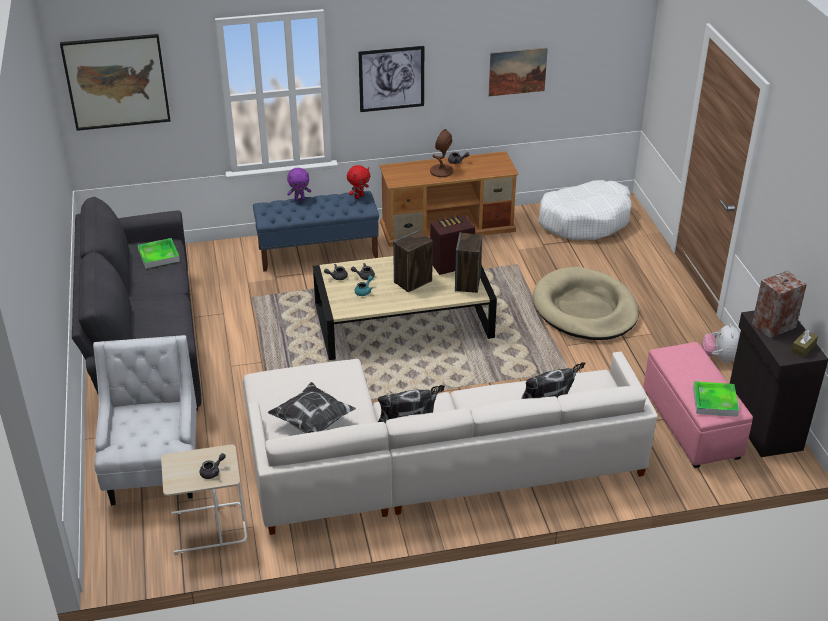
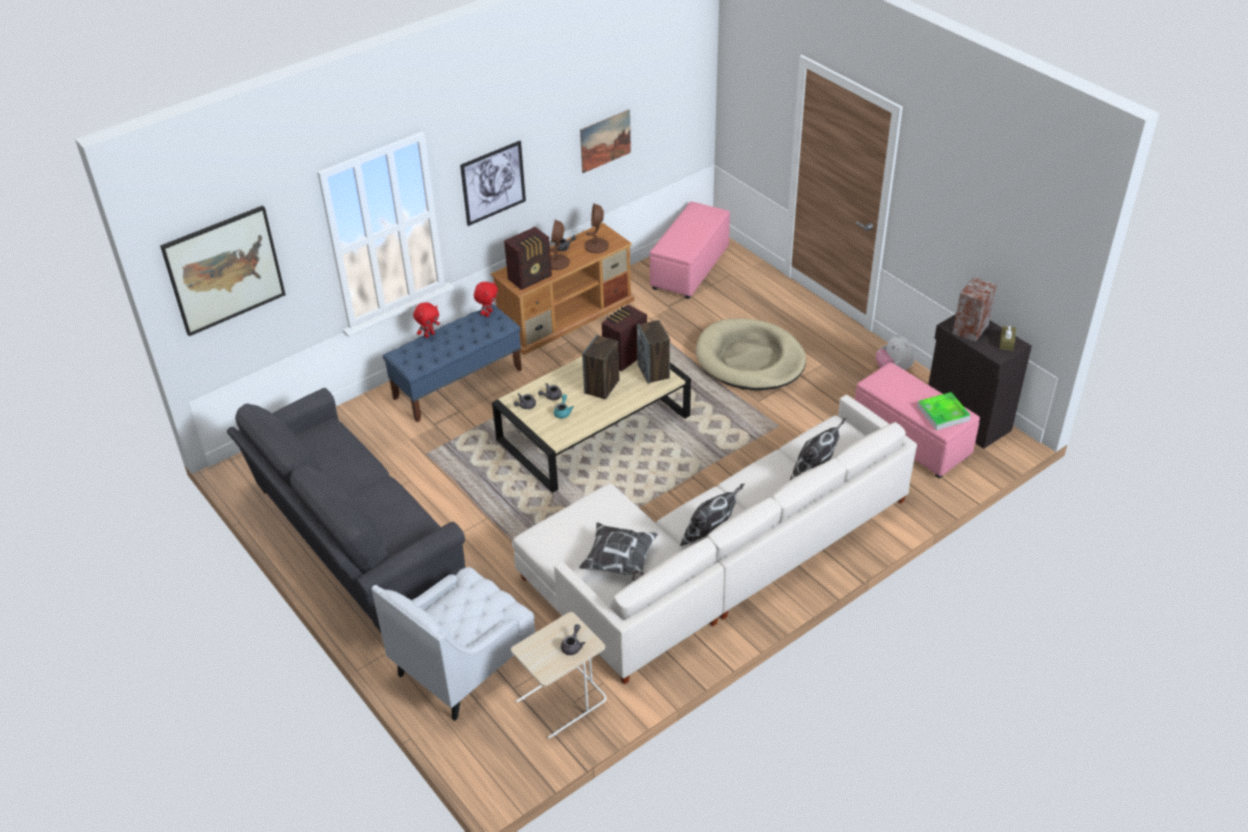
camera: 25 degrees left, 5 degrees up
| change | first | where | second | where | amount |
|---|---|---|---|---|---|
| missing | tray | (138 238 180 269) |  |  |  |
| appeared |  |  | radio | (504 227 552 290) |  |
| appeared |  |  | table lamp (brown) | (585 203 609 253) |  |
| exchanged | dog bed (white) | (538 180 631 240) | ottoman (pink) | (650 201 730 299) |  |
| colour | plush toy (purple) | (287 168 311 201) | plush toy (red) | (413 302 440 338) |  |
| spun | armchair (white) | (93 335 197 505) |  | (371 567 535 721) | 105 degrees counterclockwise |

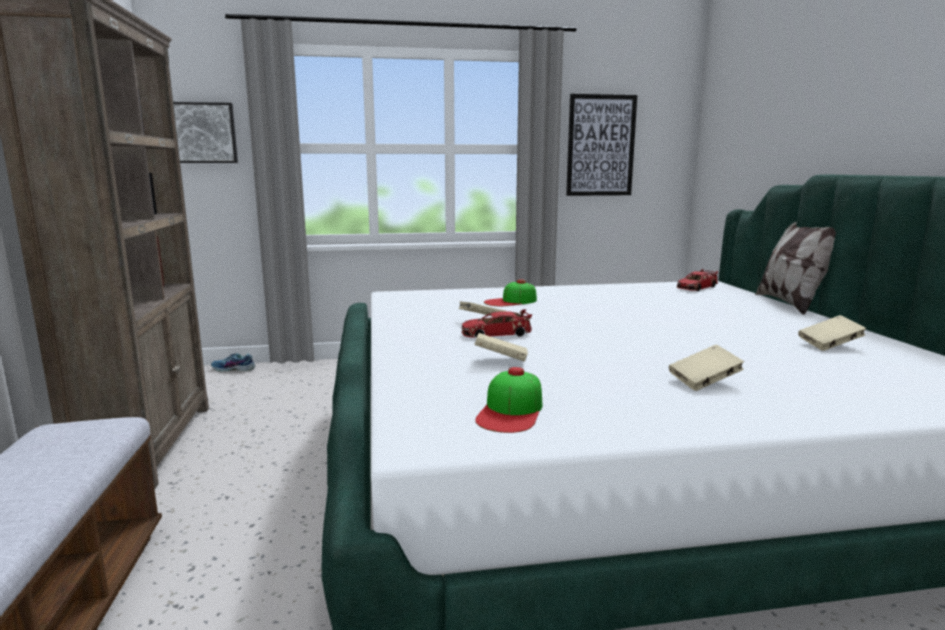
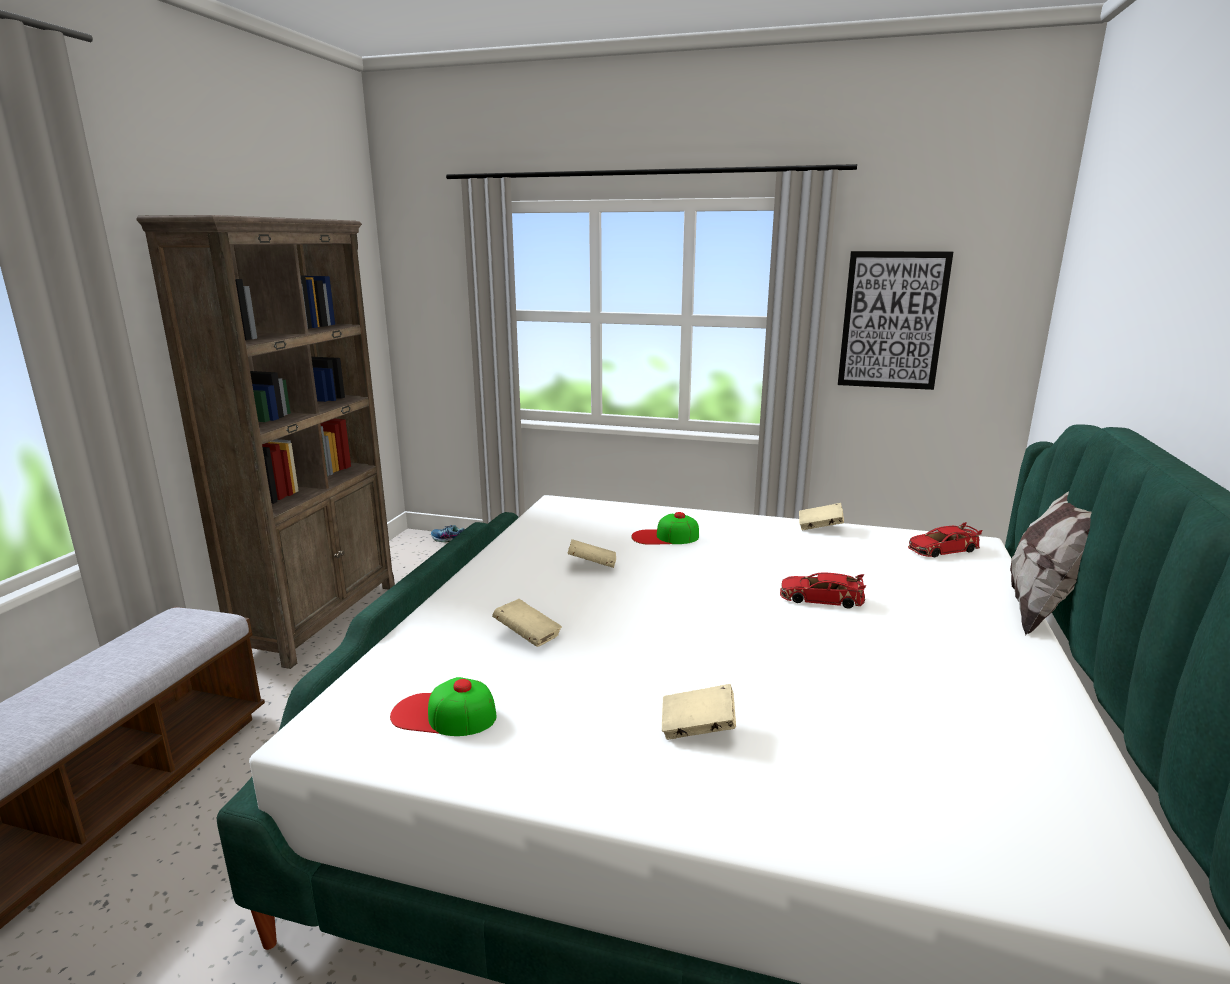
camera: 25 degrees right, 5 degrees up
| change | first | where | second | where | amount |
|---|---|---|---|---|---|
| missing | picture | (173 102 238 163) |  |  |  |
| relocated | toy car (red) | (461 309 532 338) |  | (780 572 866 609) |  |
| relocated | book (beige) | (798 315 866 351) |  | (799 503 844 530) |  |
| spun | cap | (475 367 543 433) |  | (390 677 497 736) | 60 degrees clockwise |

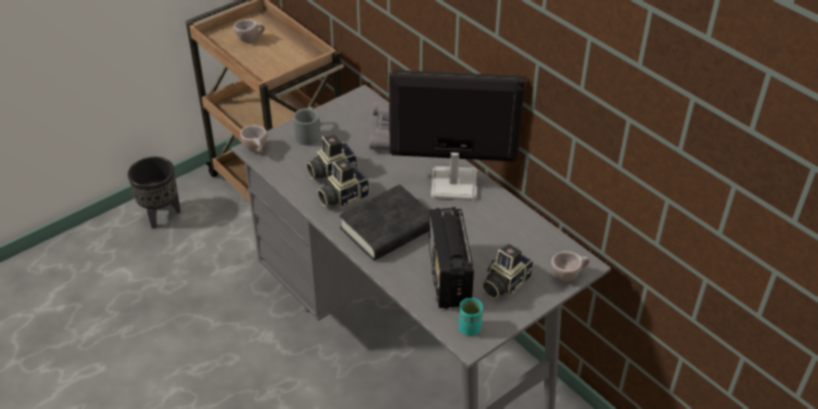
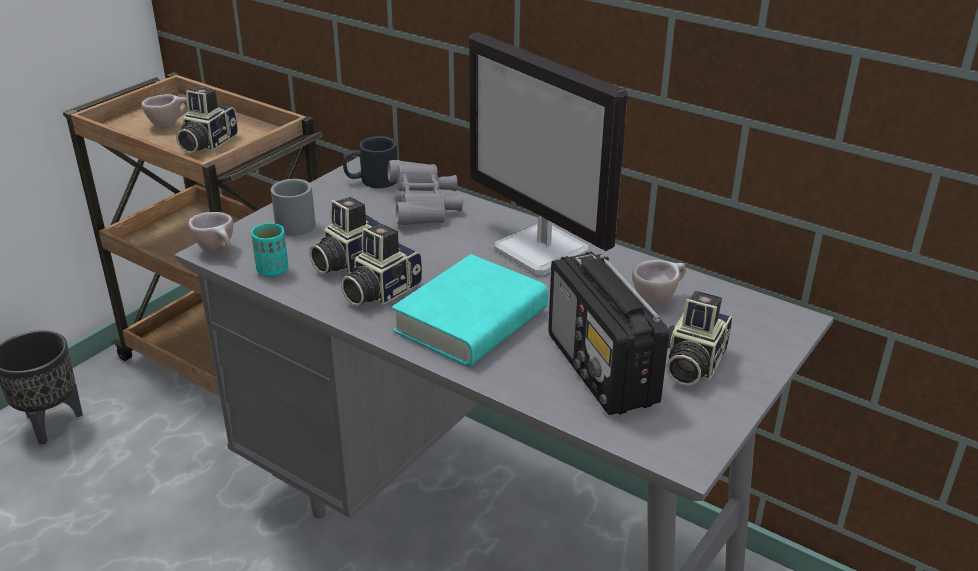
camera: 15 degrees left, 10 degrees down
| change | first | where | second | where | amount |
|---|---|---|---|---|---|
| appeared |  |  | photo camera | (176 87 238 153) |  |
| appeared |  |  | mug (black) | (343 136 398 188) |  |
| relocated | cup (turquoise) | (458 298 483 335) |  | (251 223 288 277) |  |
| relocated | cup (beige) | (551 251 590 282) |  | (632 260 686 306) |  |
| colour | book (black) | (339 184 430 261) | book (turquoise) | (392 254 548 367) |  |
| spun | monitor | (389 70 526 201) |  | (469 32 628 275) | 120 degrees counterclockwise |

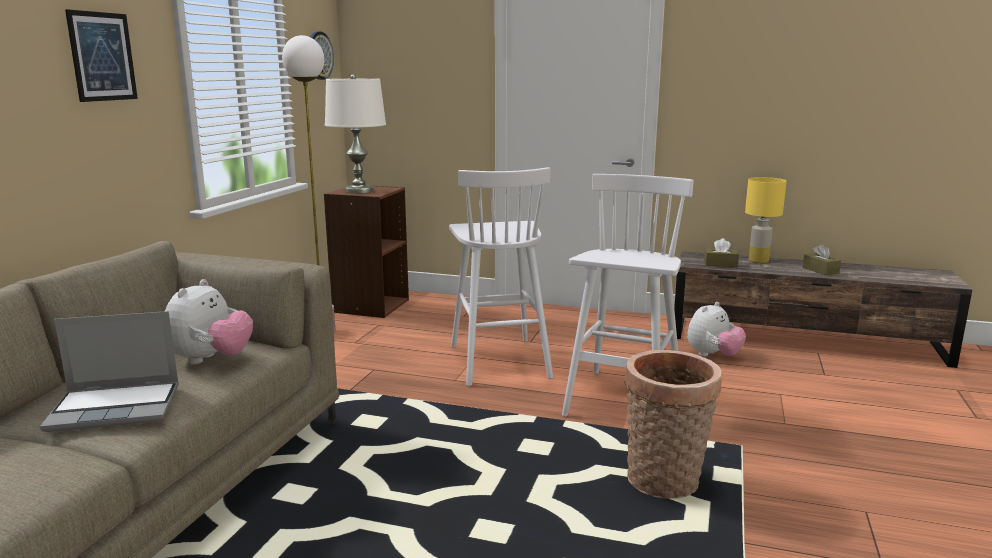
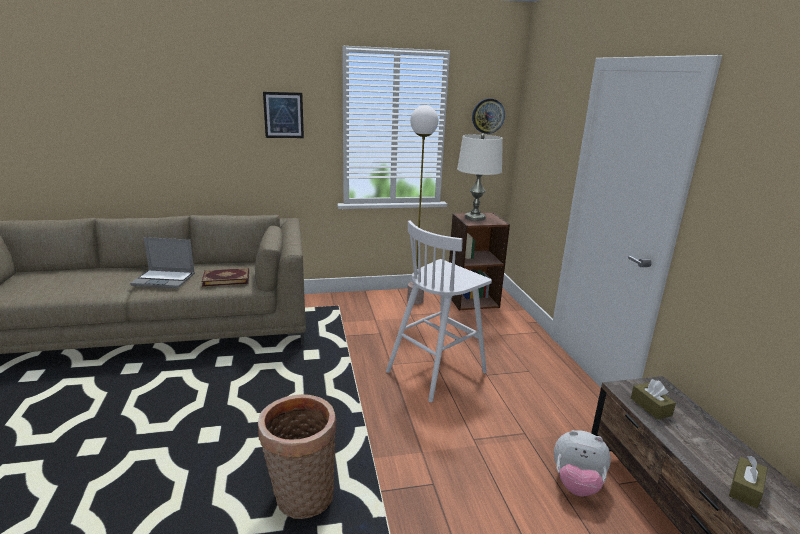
camera: 60 degrees right, 5 degrees up
| change | first | where | second | where | amount |
|---|---|---|---|---|---|
| missing | stool (white) | (562 174 694 417) |  |  |  |
| missing | table lamp (yellow) | (745 177 787 263) |  |  |  |
| exchanged | plush toy | (165 279 253 365) | book | (201 268 249 287) |  |
| spun | laptop | (40 311 179 432) |  | (130 237 195 288) | 45 degrees counterclockwise |

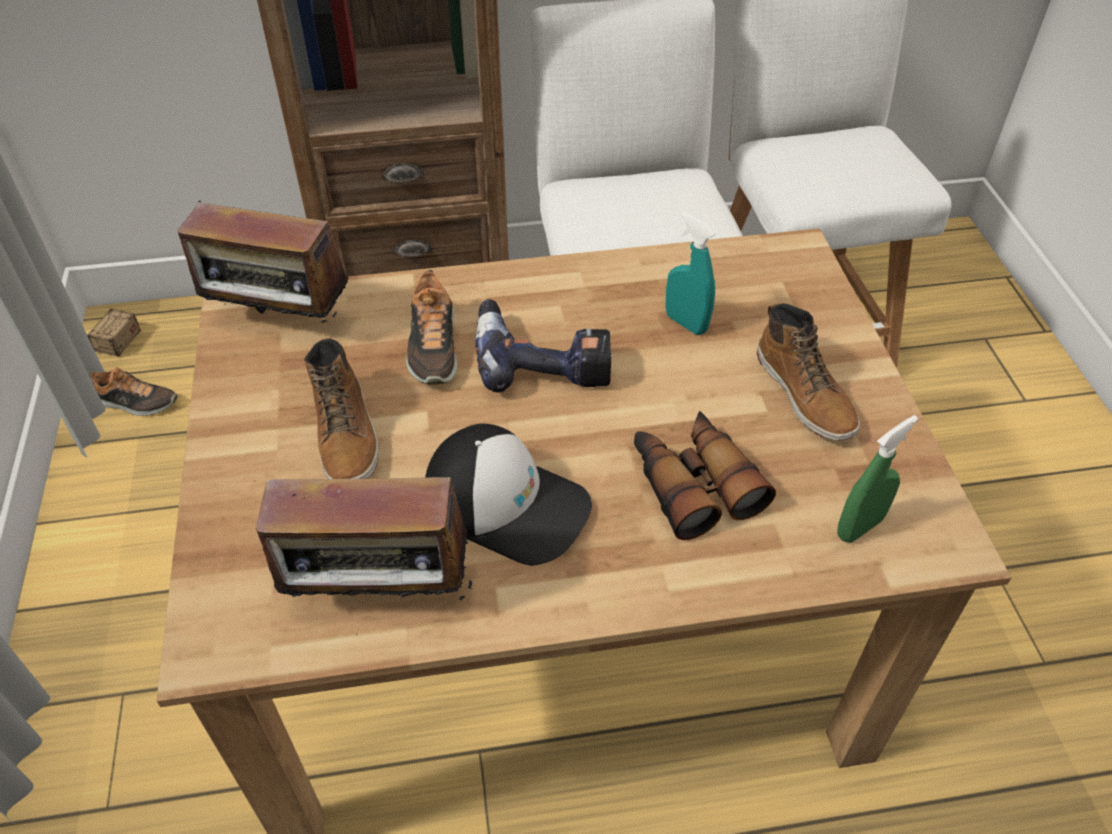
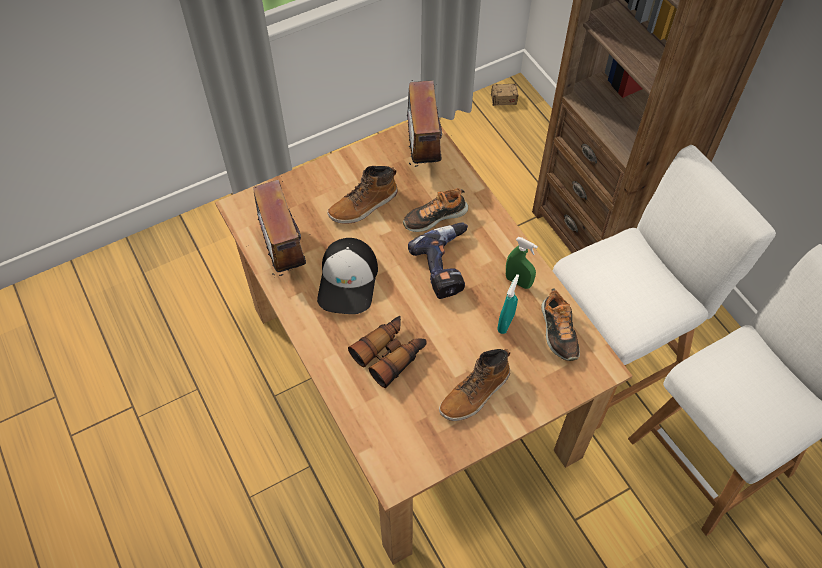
camera: 70 degrees right, 10 degrees up
| change | first | where | second | where | amount |
|---|---|---|---|---|---|
| relocated | shoe | (89 367 178 416) |  | (541 288 580 361) |  |
| relocated | spray bottle (green) | (837 415 918 543) |  | (506 237 538 289) |  |

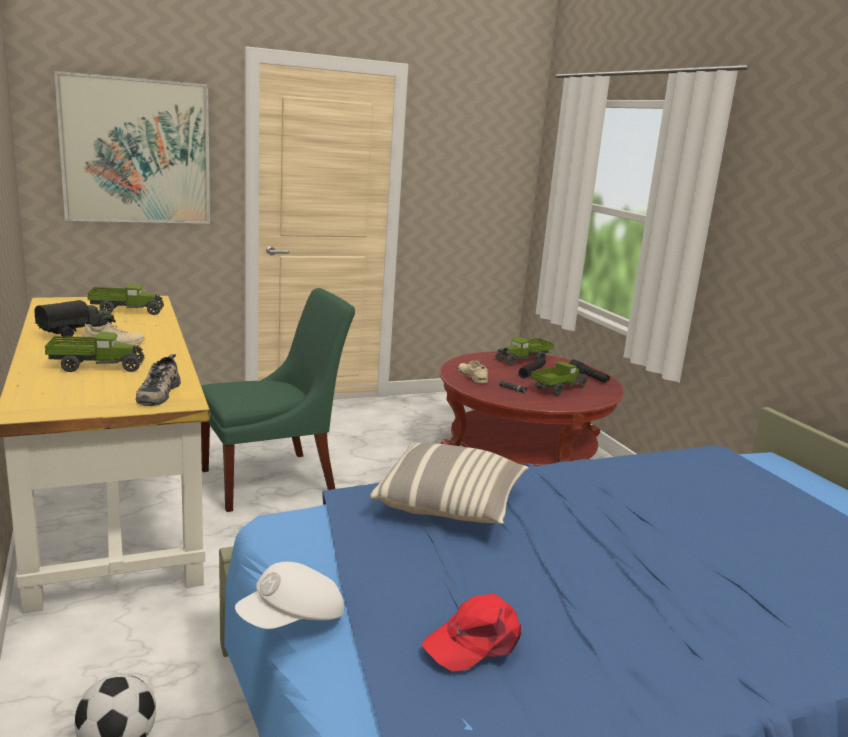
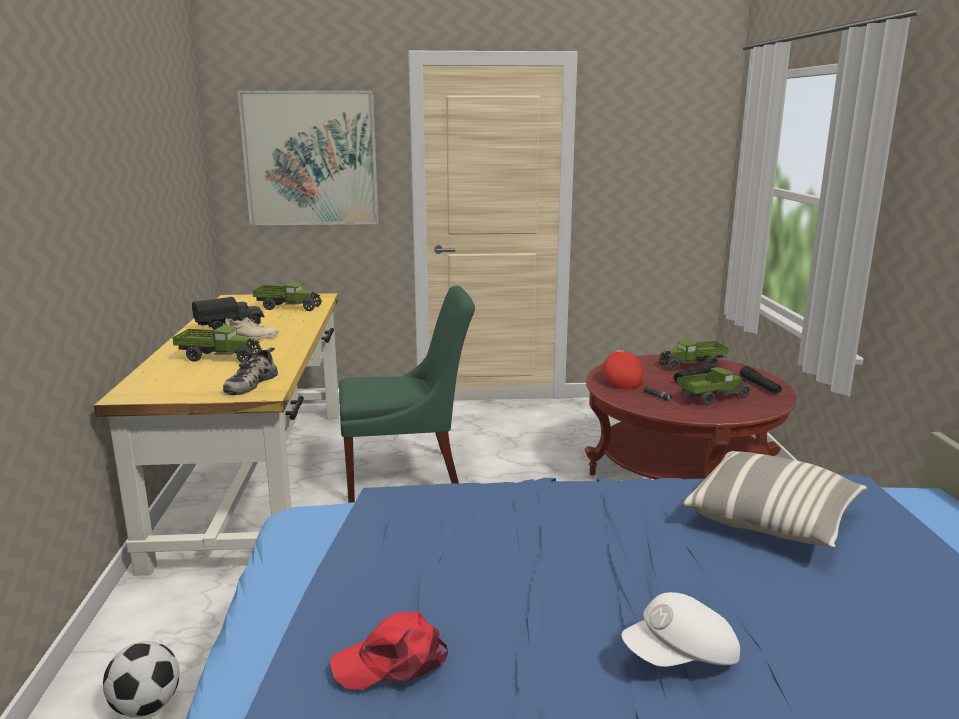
camera: 20 degrees right, 0 degrees up
| change | first | where | second | where | amount |
|---|---|---|---|---|---|
| relocated | cap (white) | (235 562 344 629) |  | (622 592 740 667) |  |
| relocated | pillow | (370 443 529 524) |  | (683 451 867 548) |  |
| exchanged | shoe (beige) | (458 360 488 383) | cap (red) | (603 350 644 389) |  |

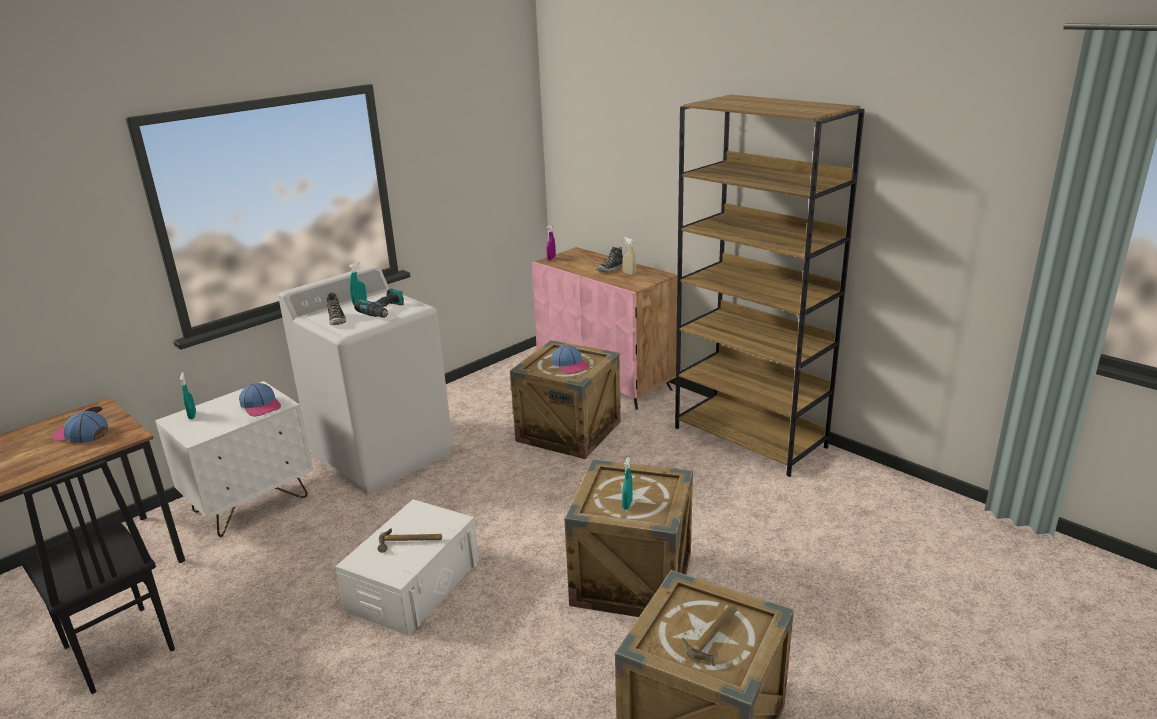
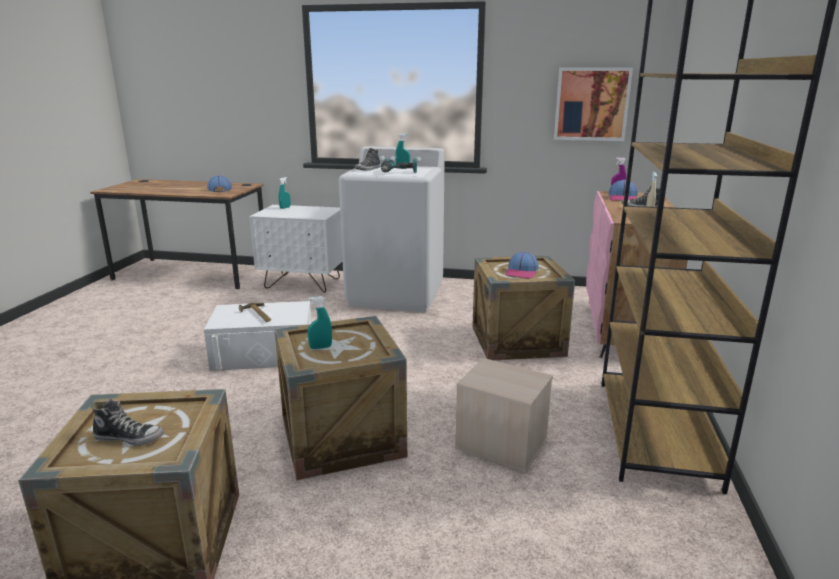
camera: 55 degrees right, 5 degrees down
| change | first | where | second | where | amount |
|---|---|---|---|---|---|
| missing | chair (black) | (21 460 175 694) |  |  |  |
| appeared |  |  | storage box (beige) | (455 358 553 472) |  |
| appeared |  |  | picture | (554 67 633 141) |  |
| relocated | cap | (239 383 281 417) |  | (608 179 638 200) |  |
| exchanged | hammer | (681 605 737 666) | shoe | (91 399 164 446) |  |

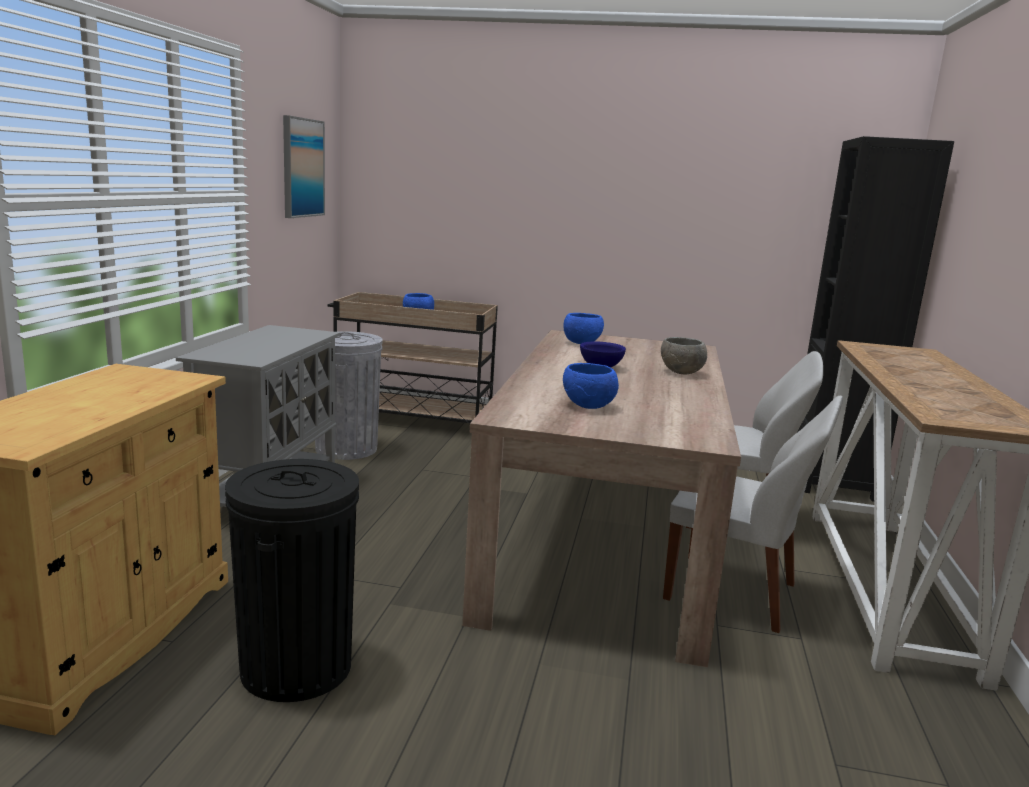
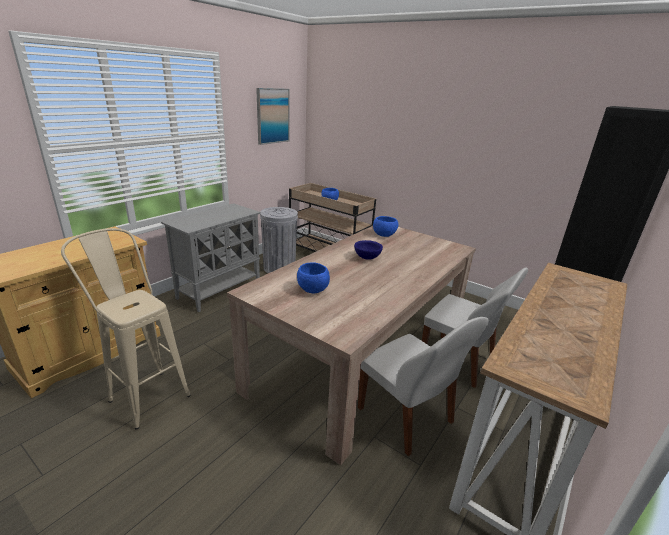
camera: 25 degrees right, 10 degrees up
| change | first | where | second | where | amount |
|---|---|---|---|---|---|
| missing | bowl (grey) | (661 337 707 374) |  |  |  |
| exchanged | trash can (black) | (225 459 359 702) | stool (beige) | (61 228 191 429) |  |

